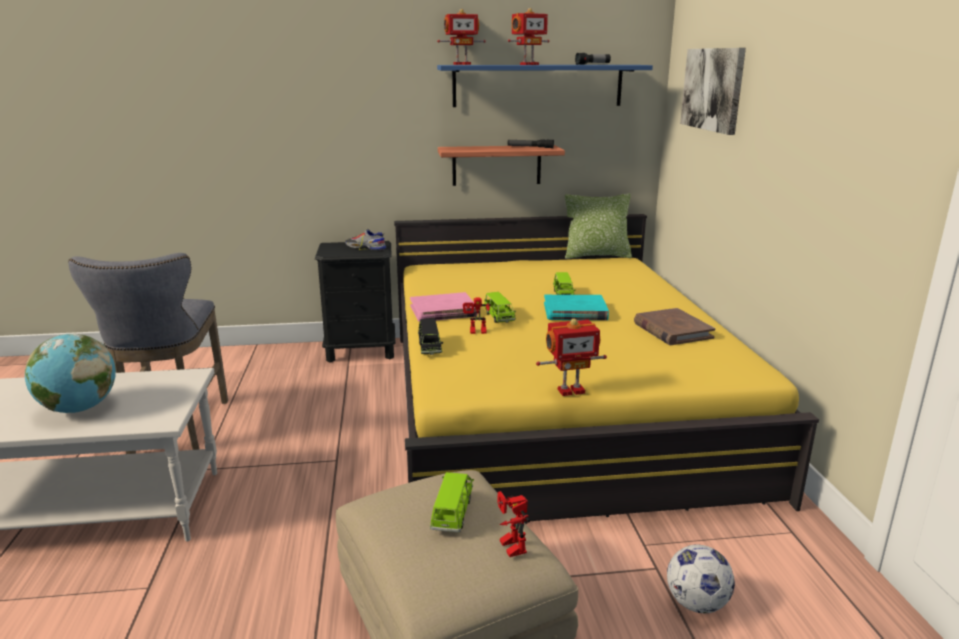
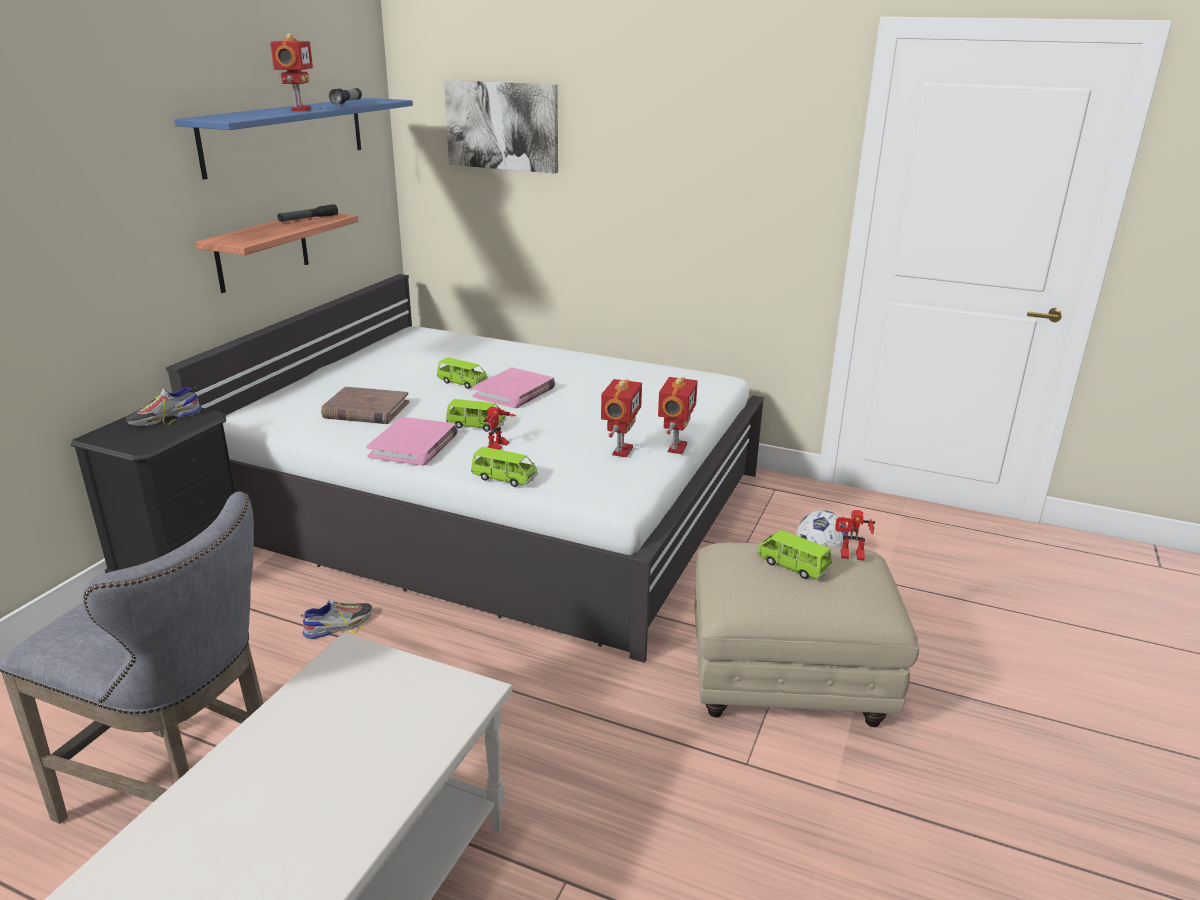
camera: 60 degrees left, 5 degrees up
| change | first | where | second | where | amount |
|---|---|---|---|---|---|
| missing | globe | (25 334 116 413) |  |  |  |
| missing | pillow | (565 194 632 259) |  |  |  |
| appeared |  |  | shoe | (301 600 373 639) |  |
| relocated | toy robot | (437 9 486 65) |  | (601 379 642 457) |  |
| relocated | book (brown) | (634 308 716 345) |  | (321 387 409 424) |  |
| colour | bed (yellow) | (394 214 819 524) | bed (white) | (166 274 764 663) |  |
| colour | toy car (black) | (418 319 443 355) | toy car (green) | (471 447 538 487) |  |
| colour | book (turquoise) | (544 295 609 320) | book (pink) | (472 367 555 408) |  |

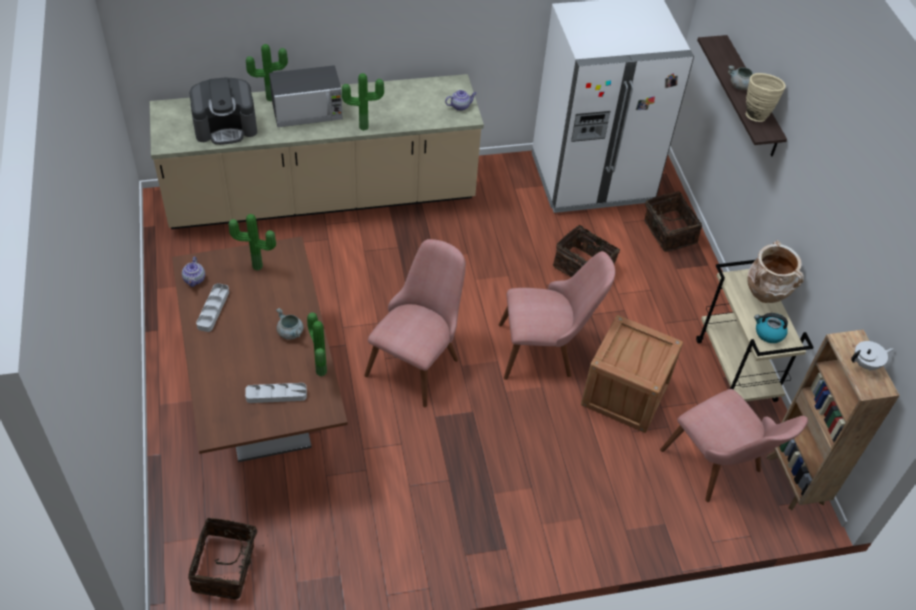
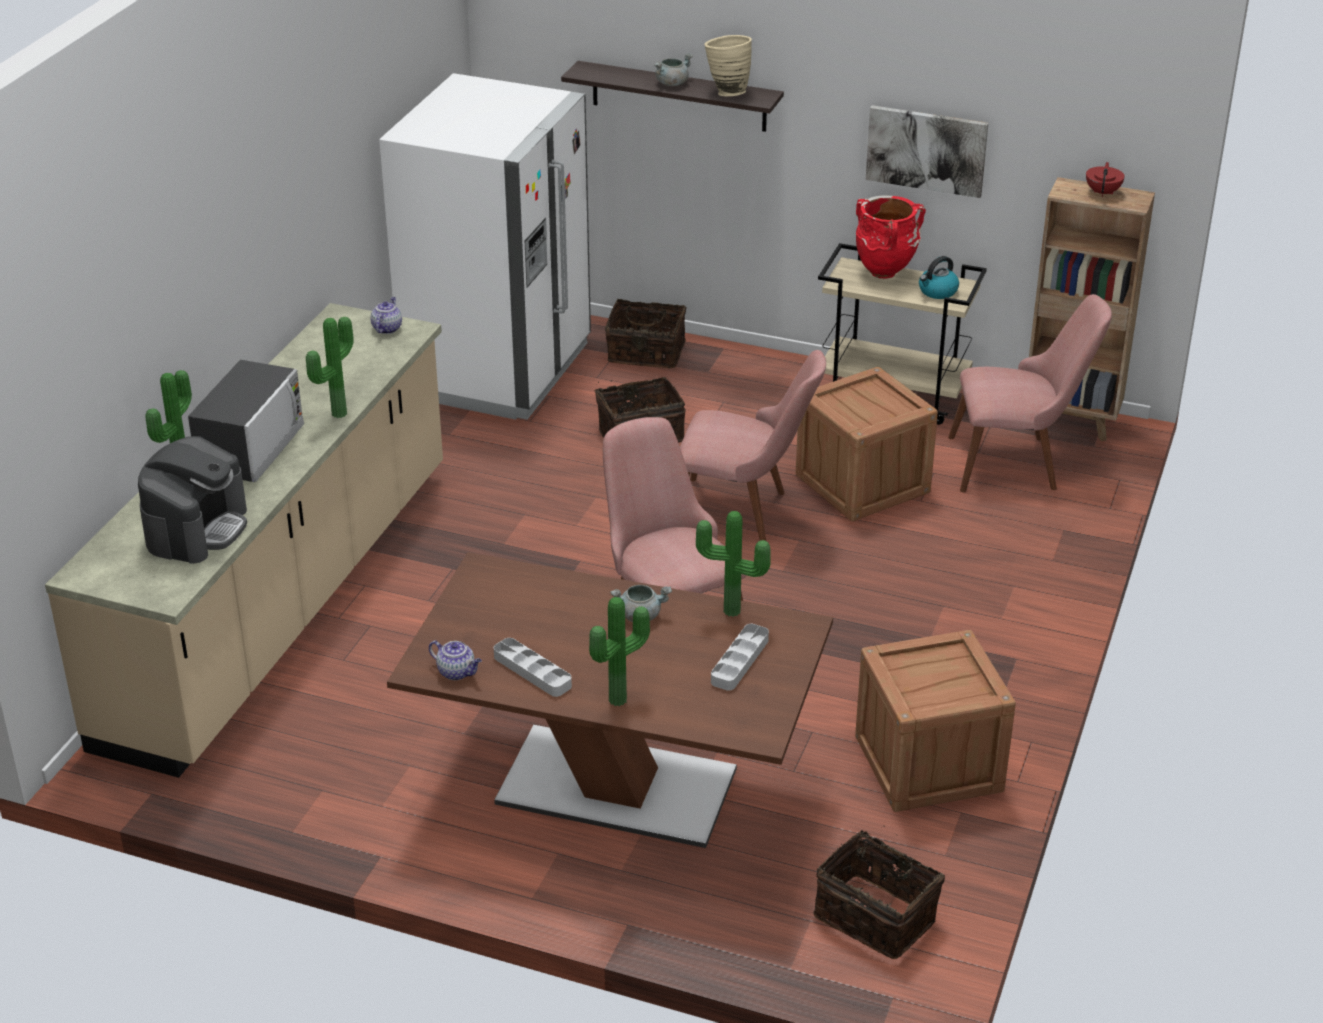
camera: 55 degrees left, 15 degrees down
| change | first | where | second | where | amount |
|---|---|---|---|---|---|
| appeared |  |  | crate | (855 630 1016 812) |  |
| appeared |  |  | picture | (866 105 988 198) |  |
| relocated | potted plant | (229 214 276 270) |  | (589 597 650 706) |  |
| colour | vase (beige) | (748 240 804 303) | vase (red) | (856 196 926 279) |  |
| colour | teapot (white) | (851 341 894 370) | teapot (red) | (1086 162 1125 197) |  |
| spun | chair (pink) | (499 251 615 380) |  | (680 350 826 541) | 75 degrees clockwise |

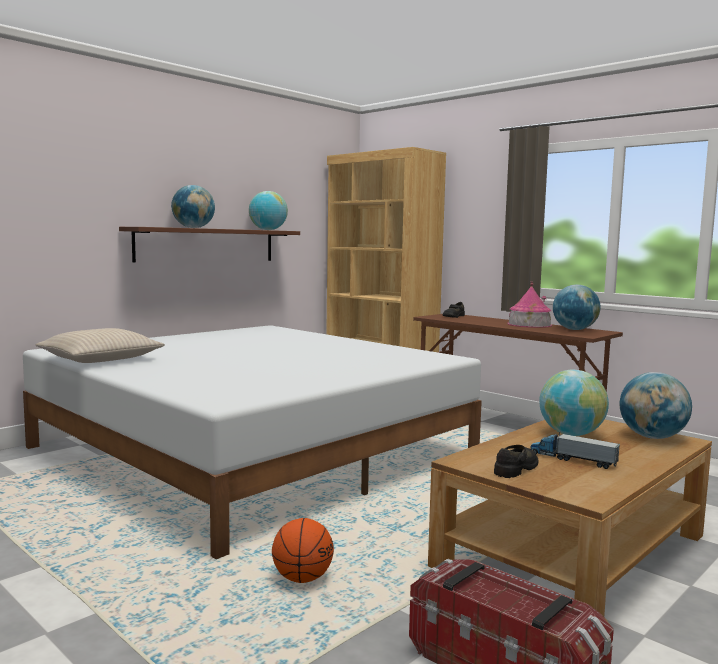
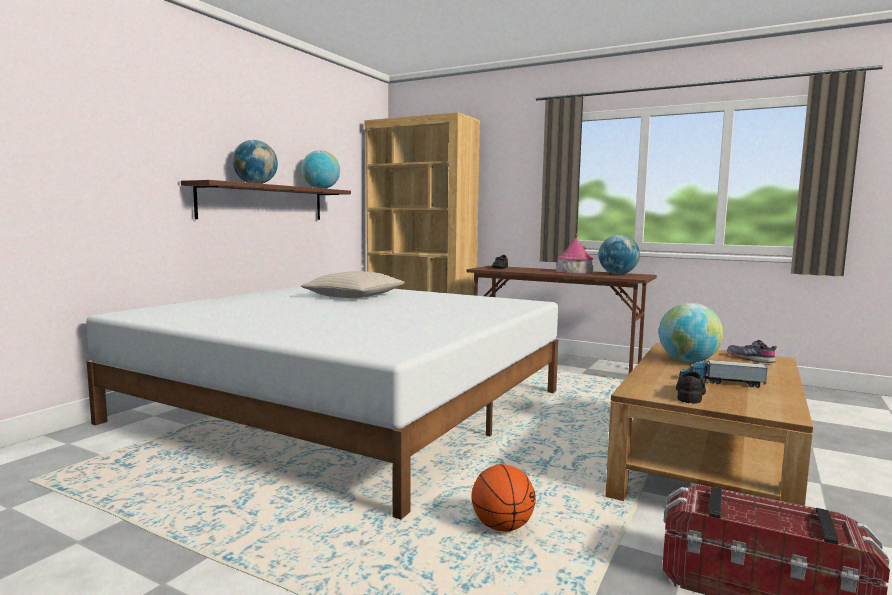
camera: 15 degrees left, 0 degrees up
| change | first | where | second | where | amount |
|---|---|---|---|---|---|
| relocated | pillow (beige) | (36 328 165 363) |  | (301 271 406 298) |  |
| exchanged | globe | (620 372 692 439) | shoe (grey) | (727 340 777 363) |  |

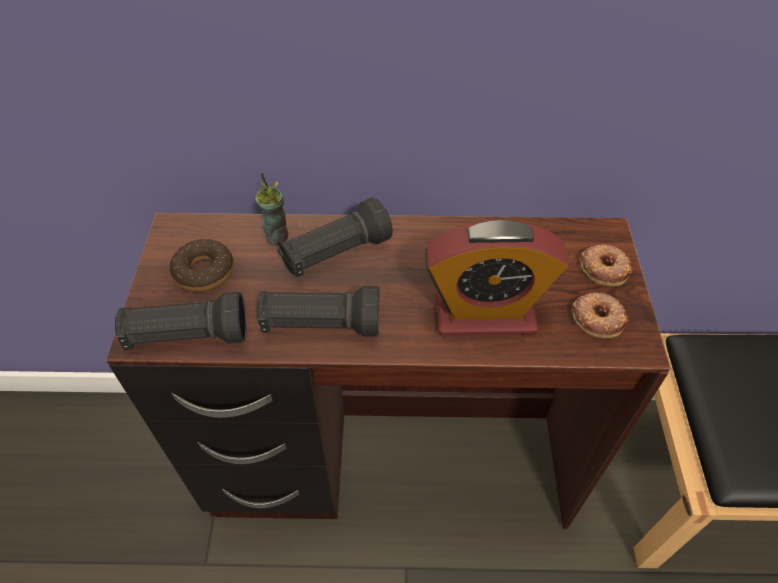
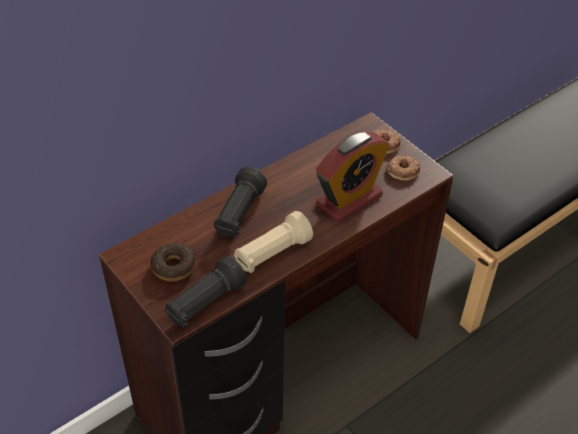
camera: 40 degrees left, 5 degrees down
| change | first | where | second | where | amount |
|---|---|---|---|---|---|
| missing | cup | (255 172 288 246) |  |  |  |
| colour | flashlight (black) | (257 286 380 337) | flashlight (beige) | (234 211 313 273) |  |

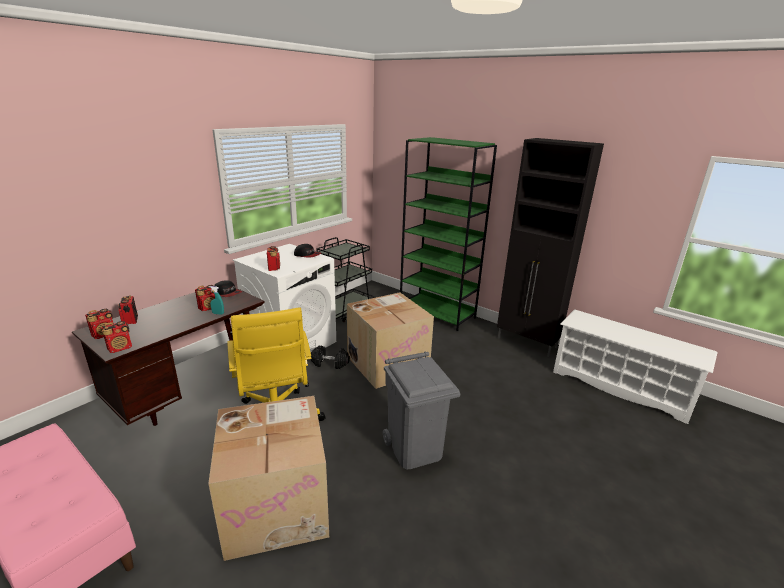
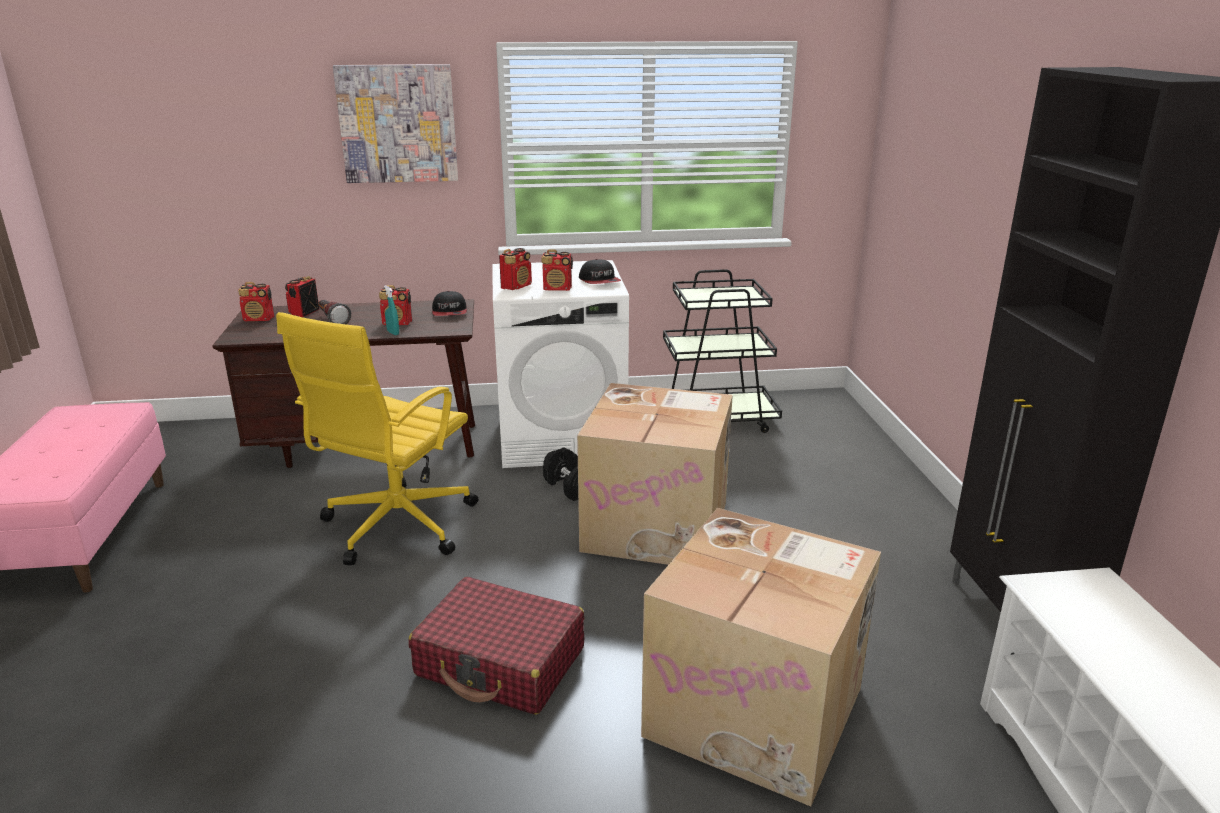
camera: 45 degrees right, 0 degrees up
| change | first | where | second | where | amount |
|---|---|---|---|---|---|
| missing | bookcase (green) | (400 137 497 331) |  |  |  |
| appeared |  |  | flashlight | (318 300 351 324) |  |
| appeared |  |  | picture | (333 64 458 183) |  |
| relocated | radio | (101 321 132 353) |  | (541 249 573 291) |  |
| relocated | cardboard box | (208 396 329 561) |  | (641 508 881 806) |  |
| exchanged | trash can (grey) | (383 352 461 469) | suitcase (red) | (408 577 584 715) |  |

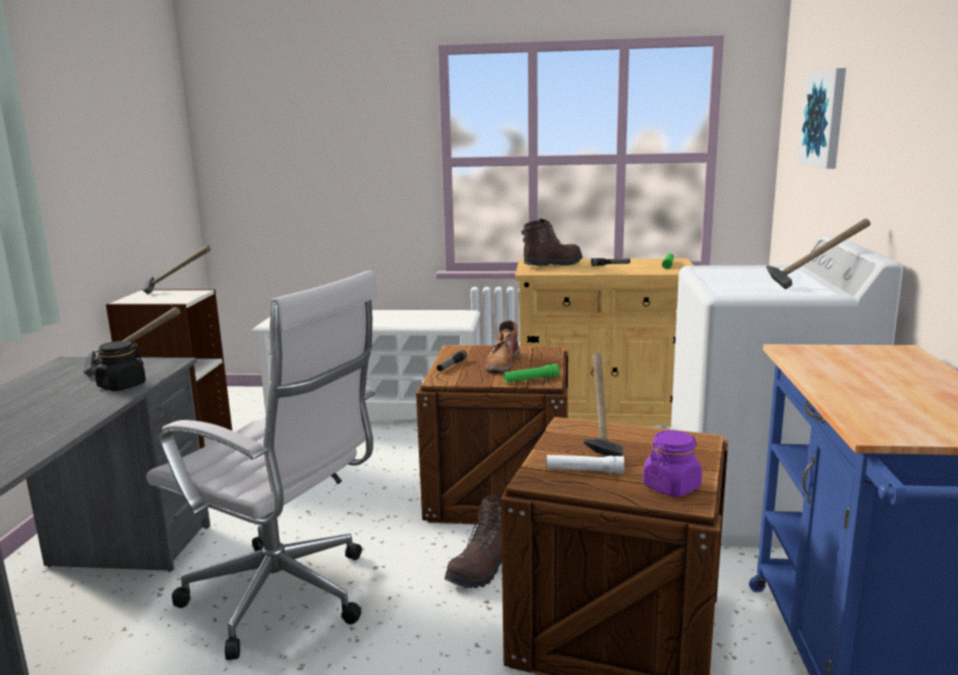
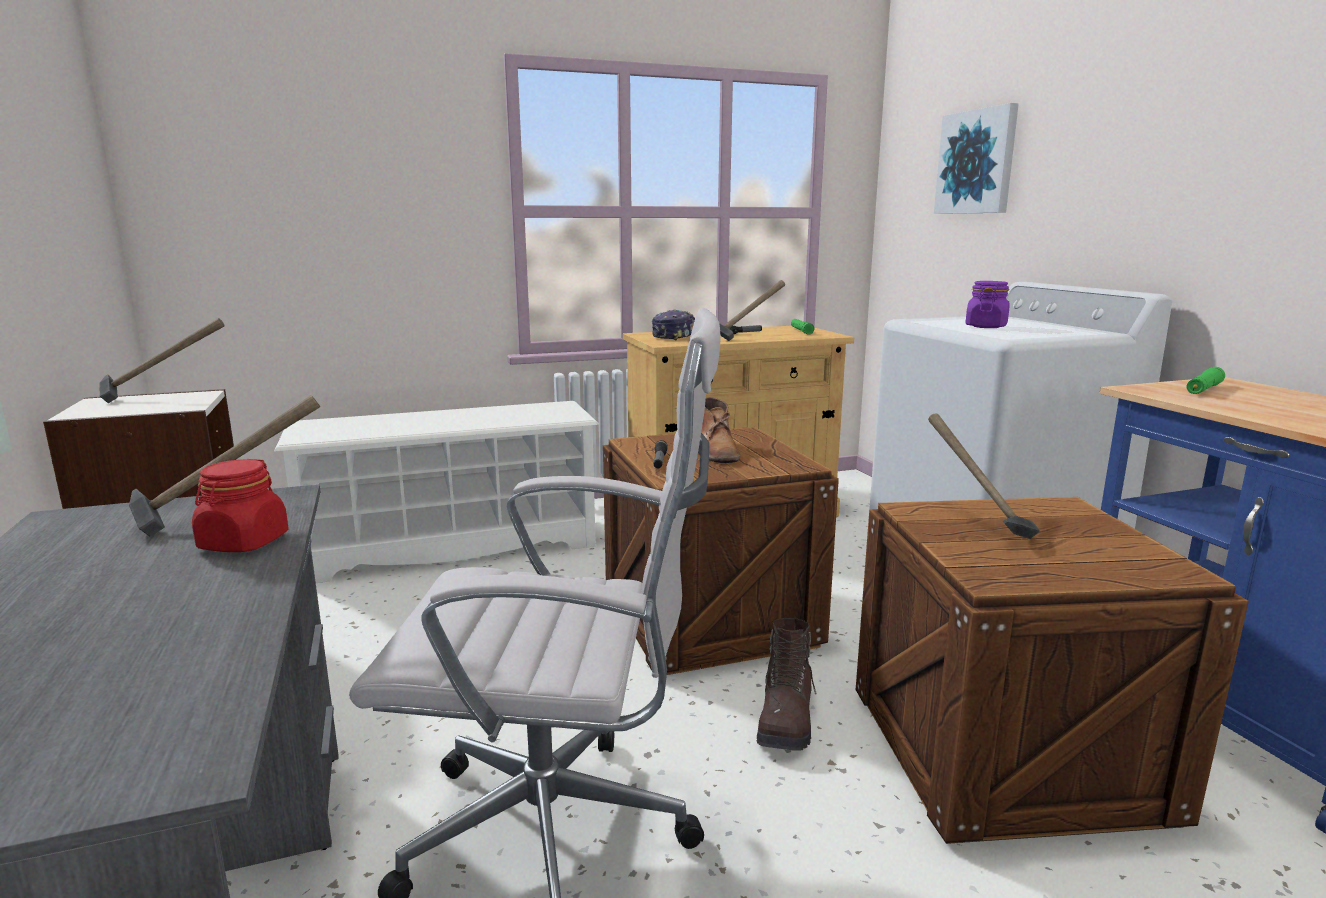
camera: 25 degrees left, 0 degrees up
| change | first | where | second | where | amount |
|---|---|---|---|---|---|
| missing | flashlight (white) | (547 455 624 474) |  |  |  |
| relocated | flashlight (green) | (504 364 559 383) |  | (1186 367 1225 394) |  |
| relocated | jar (purple) | (643 430 702 497) |  | (965 281 1010 328) |  |
| relocated | hammer | (766 218 871 289) |  | (719 280 785 341) |  |
| exchanged | boot (brown) | (521 219 582 266) | cap | (652 310 695 340) |  |
| colour | jar (black) | (91 341 146 391) | jar (red) | (192 459 289 552) |  |

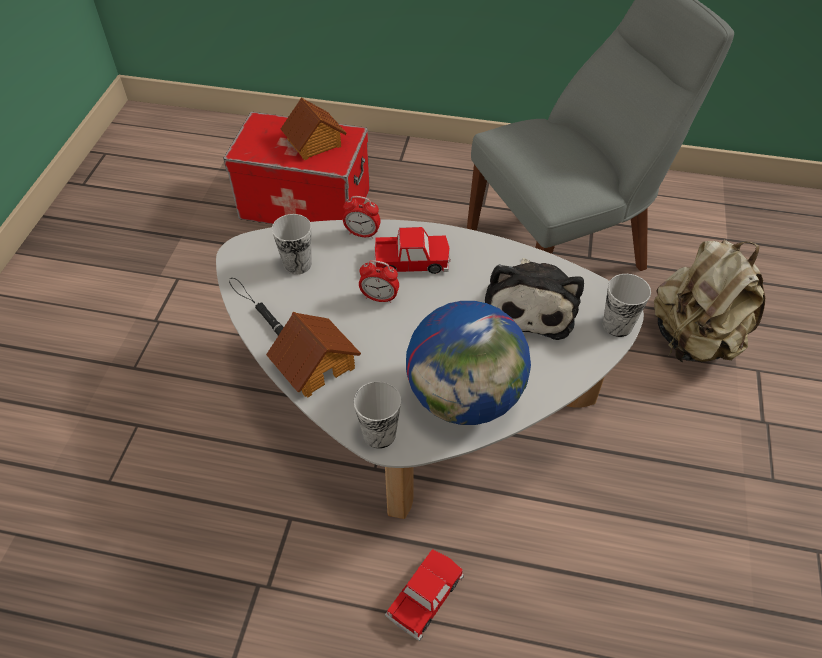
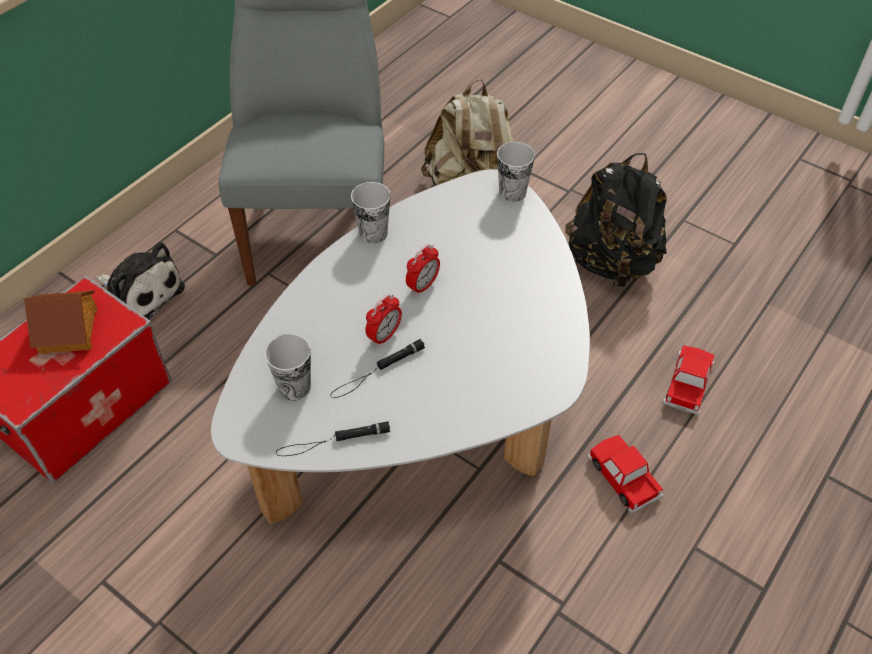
camera: 65 degrees left, 0 degrees up
| change | first | where | second | where | amount |
|---|---|---|---|---|---|
| missing | toy house | (266 312 361 398) |  |  |  |
| missing | globe | (406 301 531 425) |  |  |  |
| appeared |  |  | flashlight (black) | (330 339 425 398) |  |
| appeared |  |  | backpack (black) | (565 153 667 287) |  |
| relocated | alarm clock | (343 196 380 239) |  | (406 244 440 296) |  |
| relocated | cup | (354 381 401 449) |  | (351 182 391 243) |  |
| relocated | toy car | (374 227 450 274) |  | (663 345 715 415) |  |
| relocated | plush toy | (485 258 584 340) |  | (96 242 185 320) |  |

